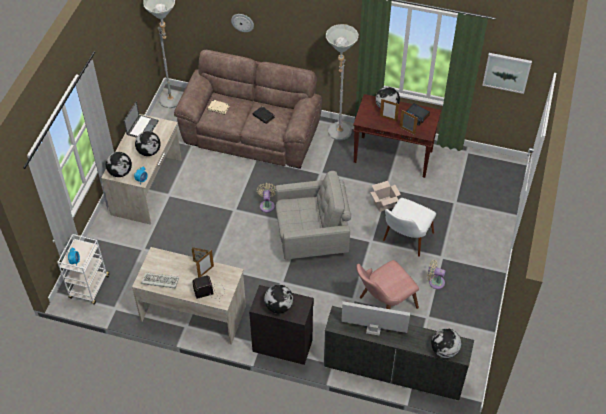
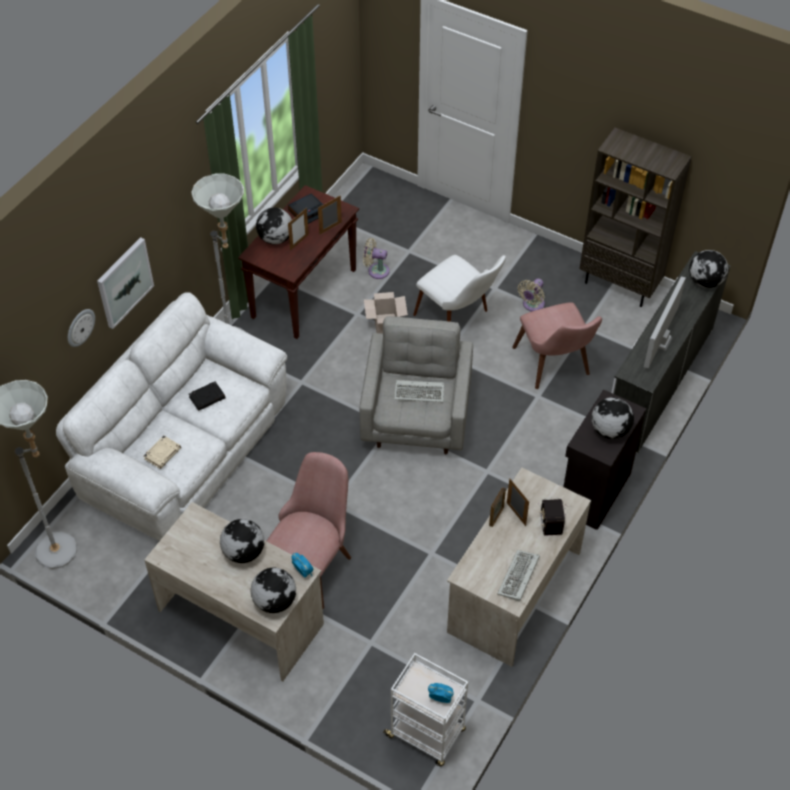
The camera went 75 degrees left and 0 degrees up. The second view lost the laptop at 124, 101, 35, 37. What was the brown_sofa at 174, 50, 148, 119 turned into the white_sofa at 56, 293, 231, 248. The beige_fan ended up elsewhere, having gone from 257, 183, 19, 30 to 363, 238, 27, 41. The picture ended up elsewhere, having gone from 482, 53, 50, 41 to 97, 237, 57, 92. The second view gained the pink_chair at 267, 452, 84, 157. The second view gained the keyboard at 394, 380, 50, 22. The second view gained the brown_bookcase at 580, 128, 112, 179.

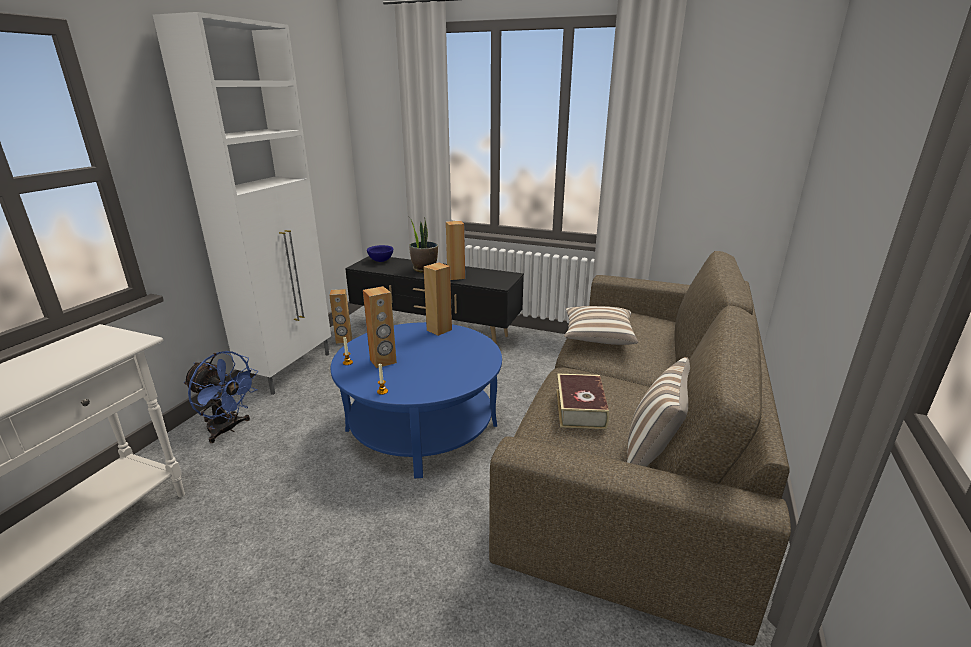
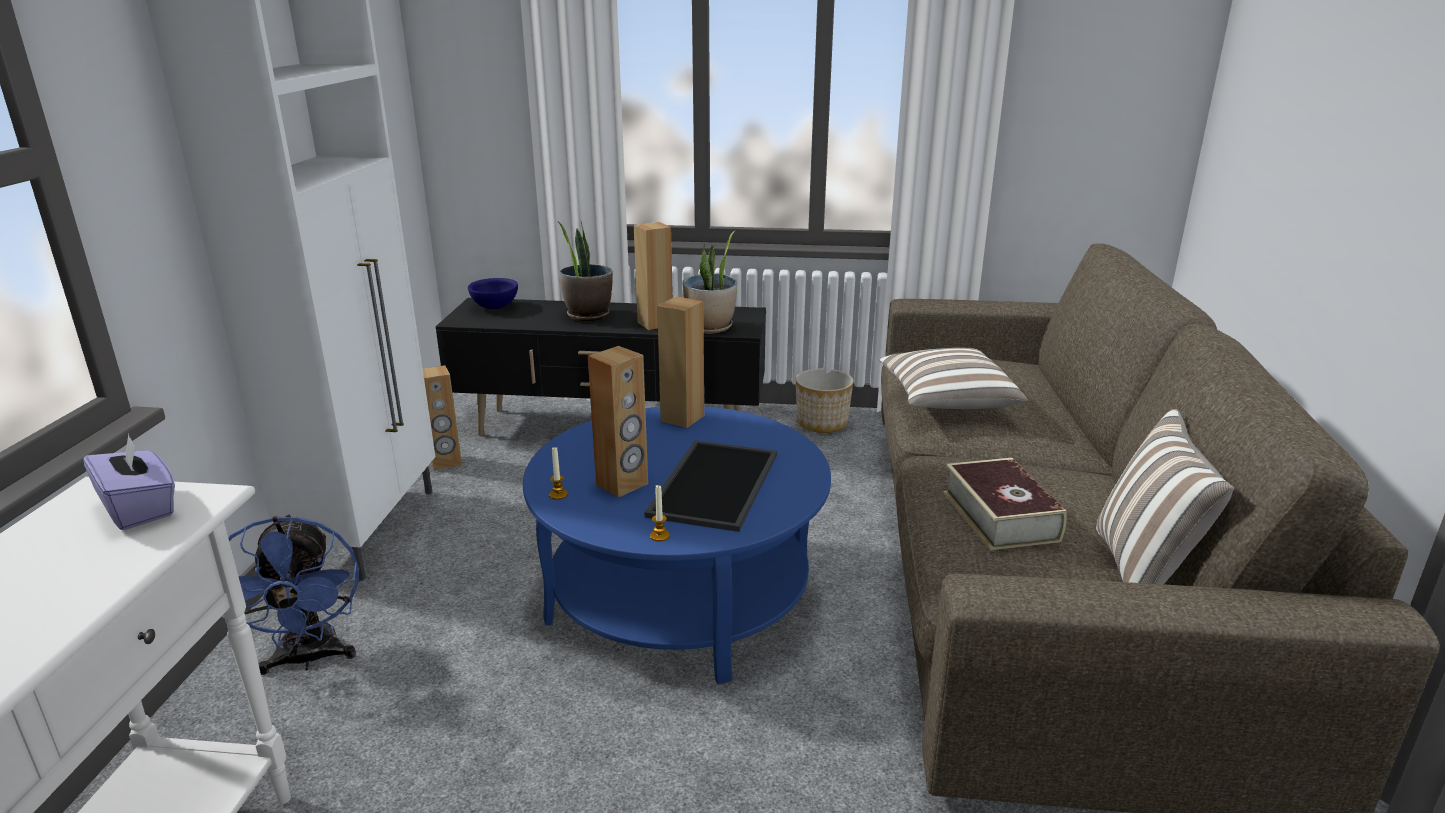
The camera went 15 degrees left and 0 degrees up. The blue_fan at 184, 351, 74, 92 ended up facing another way, 60 degrees clockwise from before. The second view gained the purple_tissue_box at 84, 434, 91, 96. The second view gained the tray at 644, 440, 133, 92. The second view gained the potted_plant at 683, 231, 54, 103. The second view gained the planter at 796, 368, 57, 65.

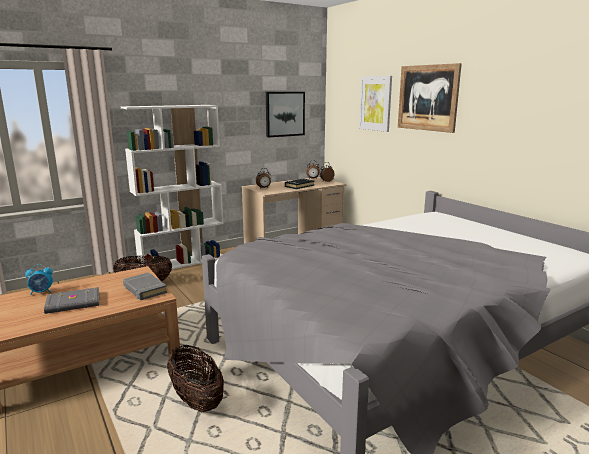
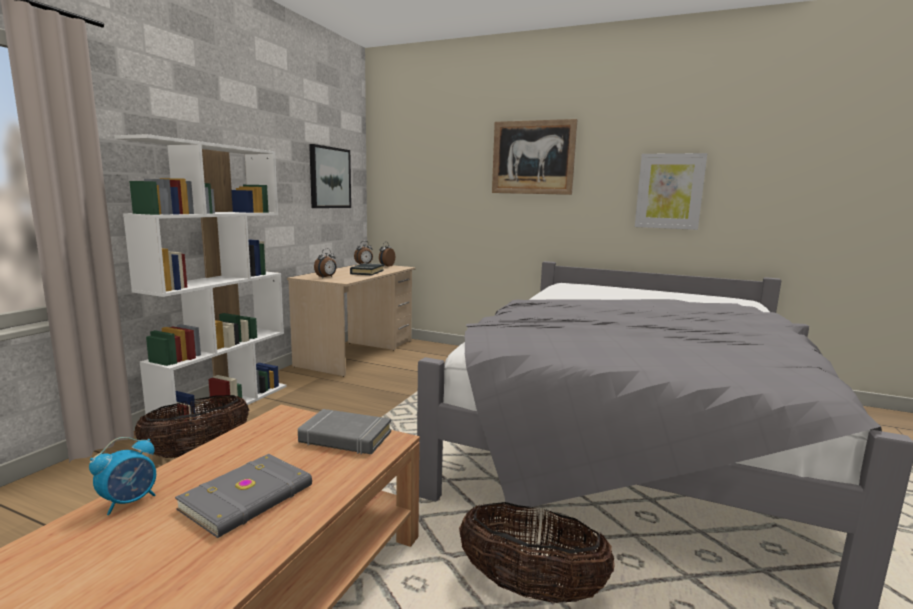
The camera went 35 degrees left and 5 degrees down. The picture ended up elsewhere, having gone from 359, 76, 33, 56 to 635, 153, 72, 77.

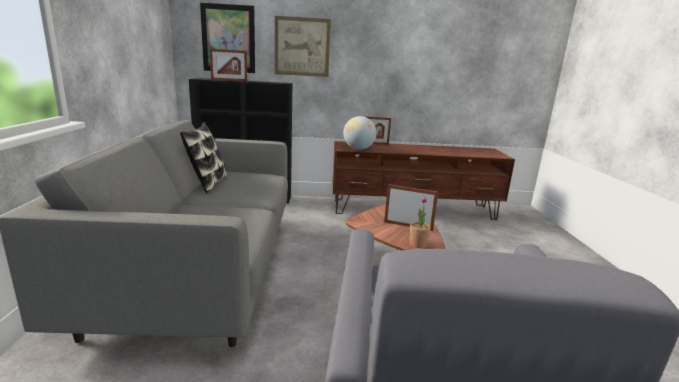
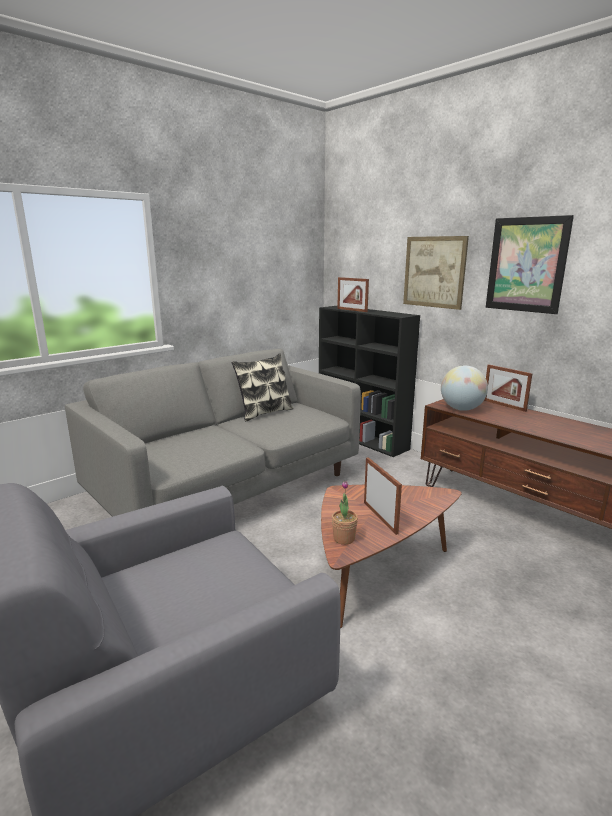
The camera went 50 degrees right and 0 degrees up. The picture ended up elsewhere, having gone from 200, 3, 55, 70 to 486, 215, 88, 99.

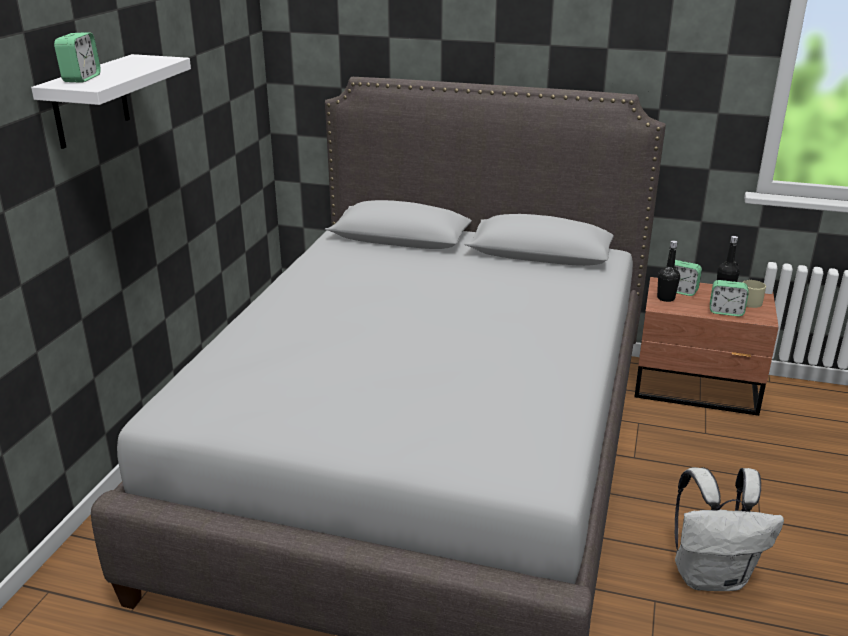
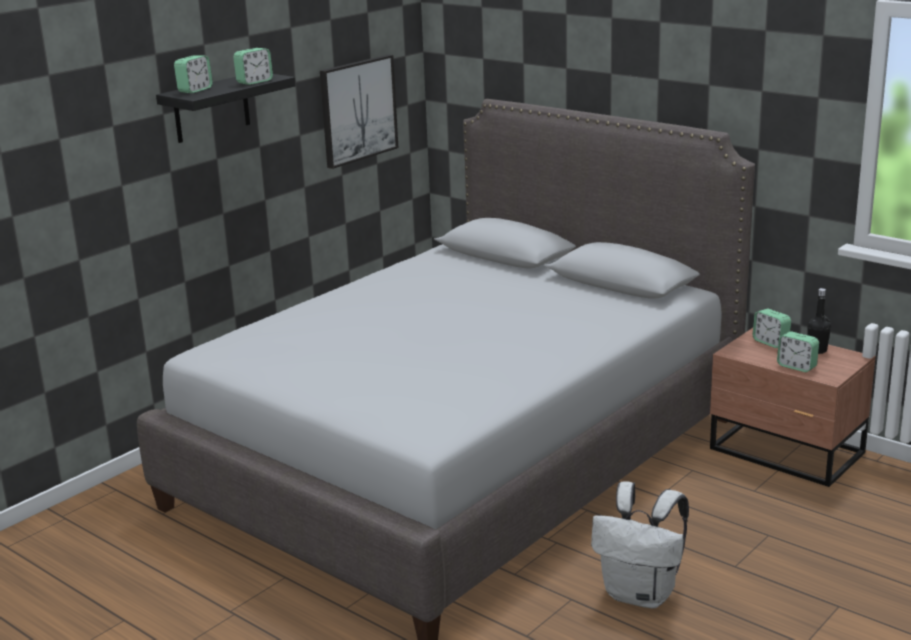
The camera went 25 degrees right and 5 degrees down. What was the white_shelf at 31, 54, 160, 95 turned into the black_shelf at 156, 74, 140, 69. The second view lost the black_bottle at 657, 241, 23, 61. The second view lost the beige_mug at 742, 280, 24, 28. The second view gained the alarm_clock at 233, 48, 40, 37. The second view gained the picture at 320, 55, 78, 114.

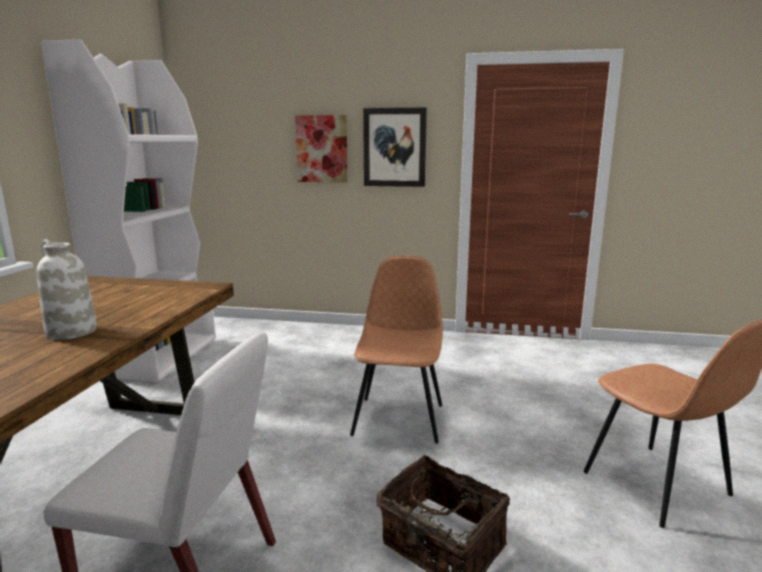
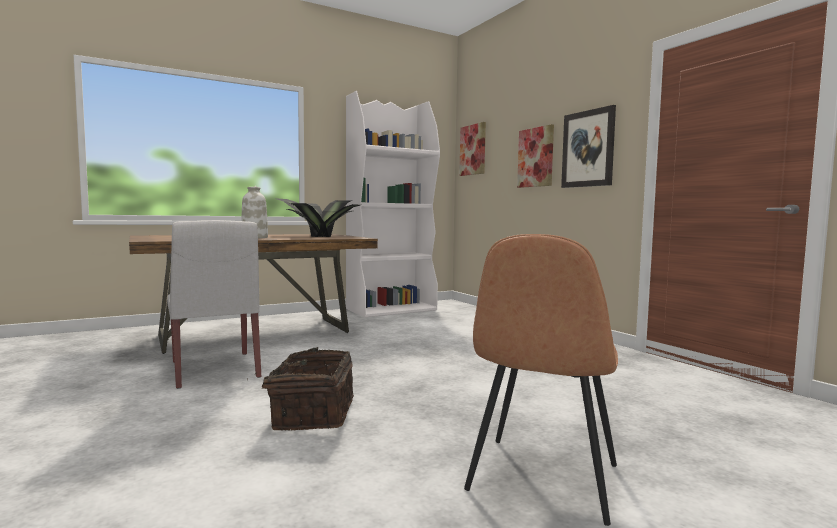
The camera went 50 degrees right and 10 degrees down. The second view lost the brown_chair at 350, 255, 93, 189. The second view gained the potted_plant at 274, 198, 86, 39. The second view gained the picture at 459, 122, 27, 54.

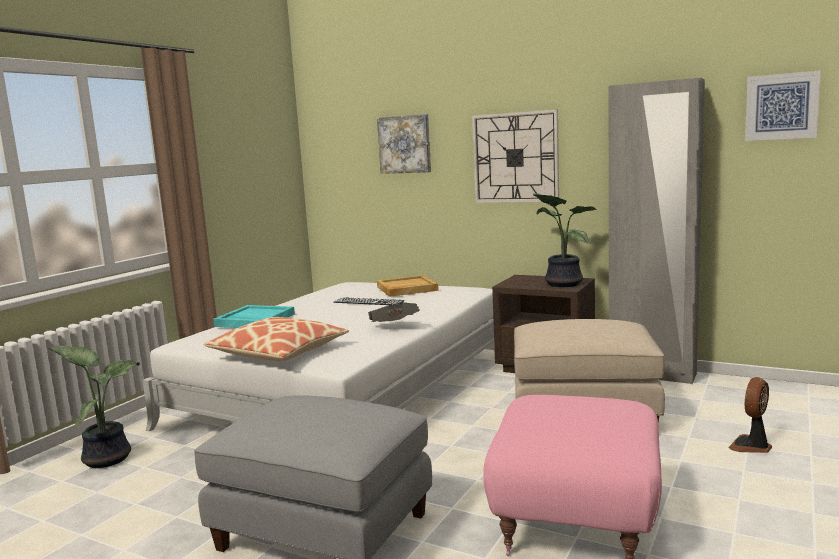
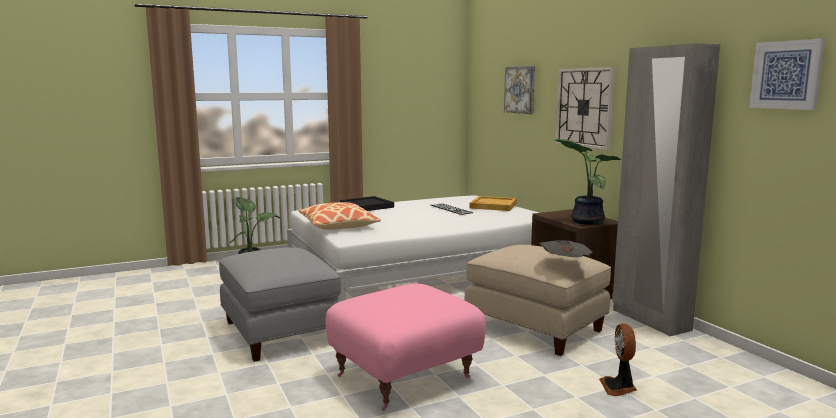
The camera went 35 degrees right and 0 degrees up. What was the turquoise_tray at 213, 305, 82, 23 turned into the black_tray at 340, 196, 54, 15. The newspaper ended up elsewhere, having gone from 368, 302, 52, 20 to 539, 240, 54, 17. The fan at 728, 377, 44, 76 ended up facing another way, 75 degrees counterclockwise from before.

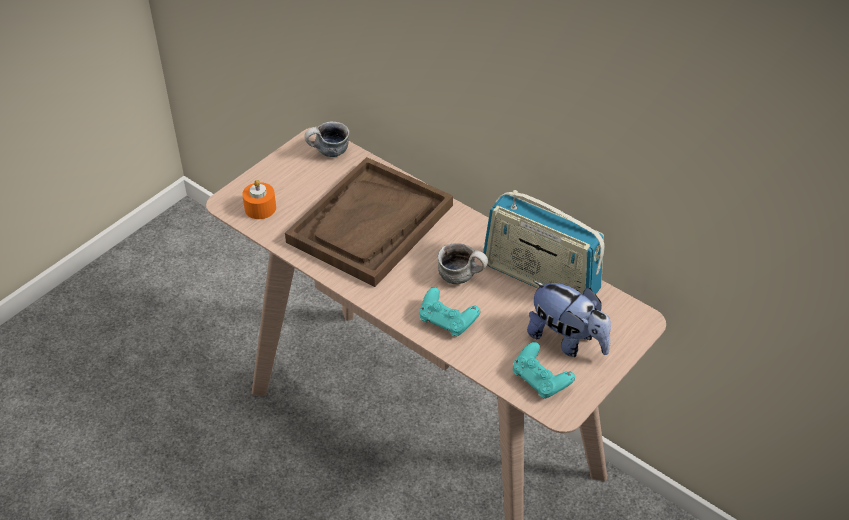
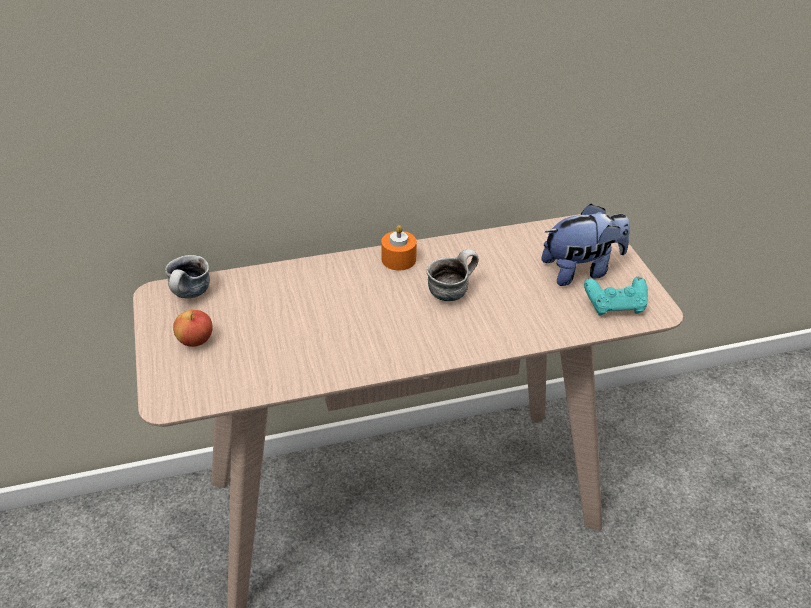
The camera went 55 degrees left and 5 degrees down. The orange_candle ended up elsewhere, having gone from 242, 180, 34, 39 to 381, 225, 36, 46. The second view lost the brown_tray at 285, 157, 168, 130. The second view lost the turquoise_game_controller at 420, 287, 60, 50. The second view lost the radio at 483, 190, 122, 105. The second view gained the apple at 173, 310, 40, 37.

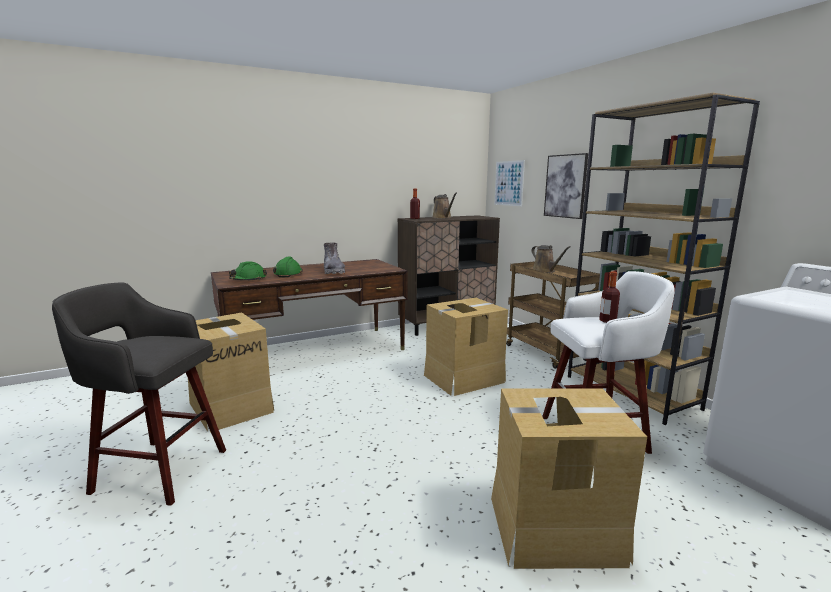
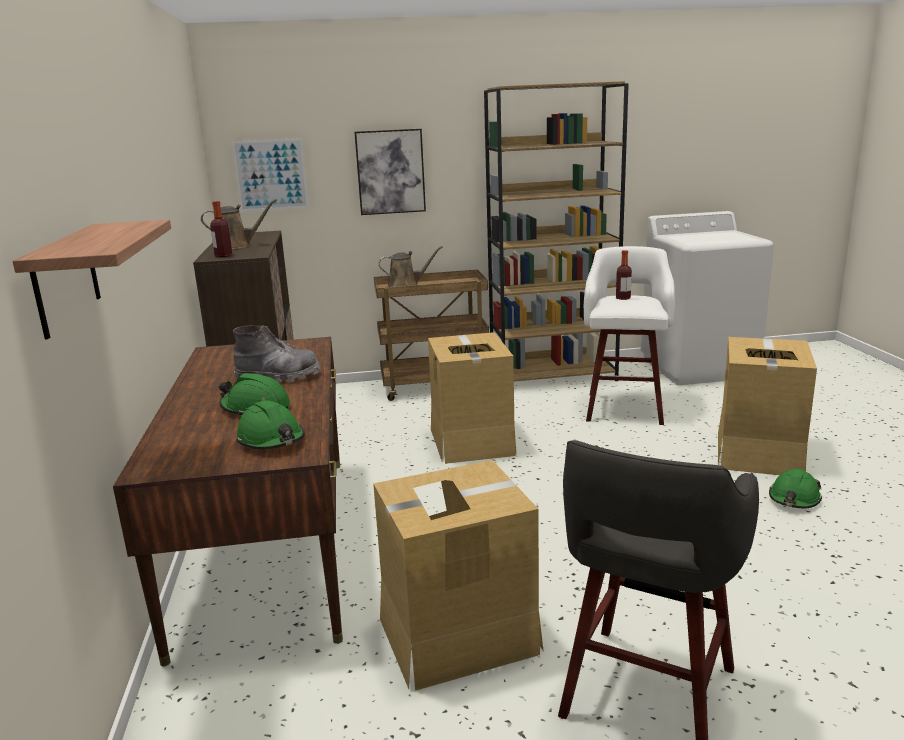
The camera went 70 degrees left and 5 degrees up. The second view gained the shelf at 13, 220, 158, 120. The second view gained the green_hard_hat at 769, 469, 53, 39.

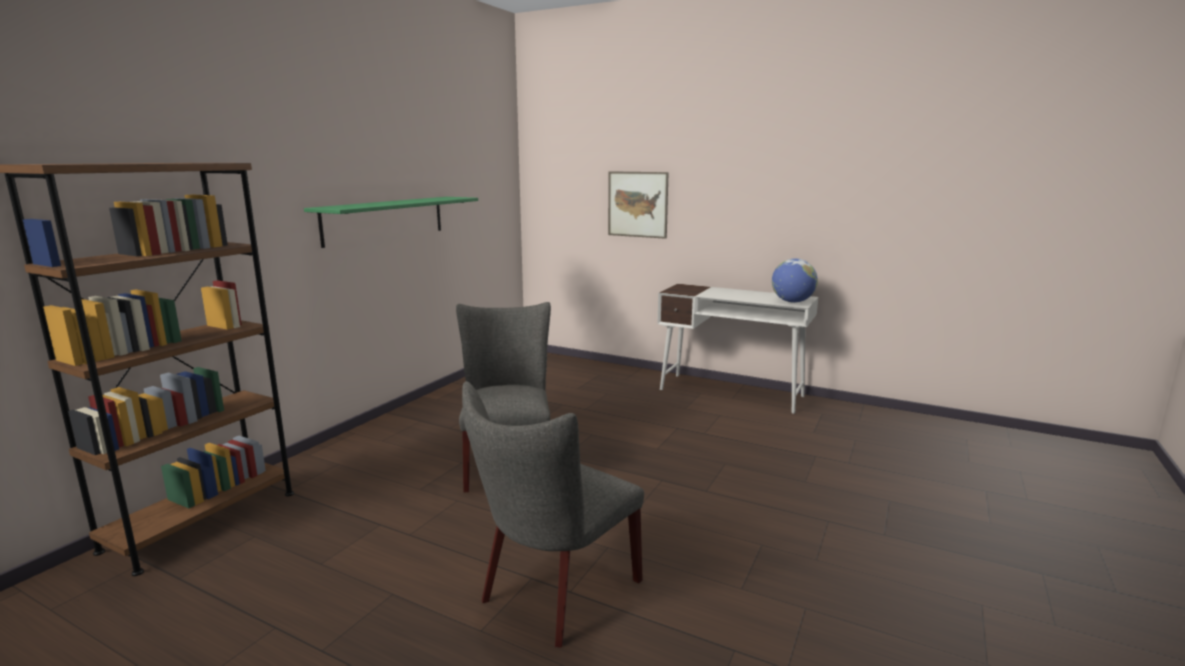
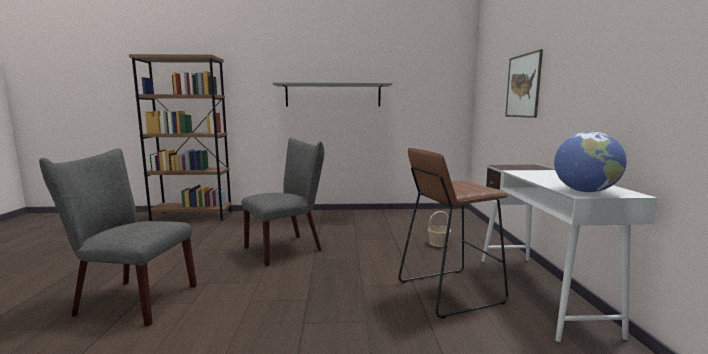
The camera went 60 degrees right and 5 degrees down. What was the green_shelf at 304, 197, 174, 51 turned into the grey_shelf at 272, 82, 120, 25. The second view gained the brown_stool at 398, 148, 110, 171. The second view gained the basket at 428, 211, 23, 36.

